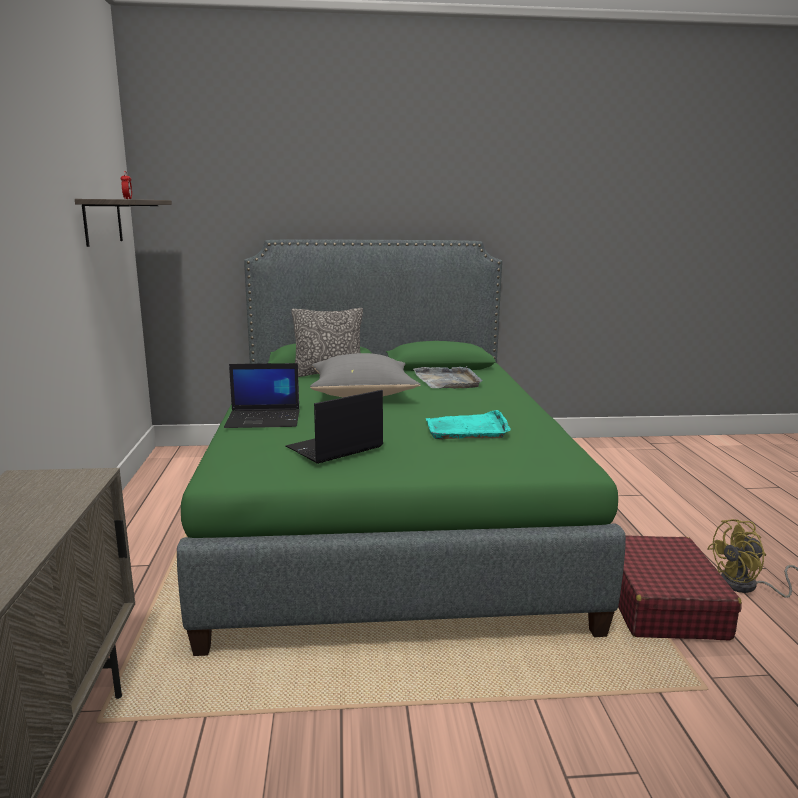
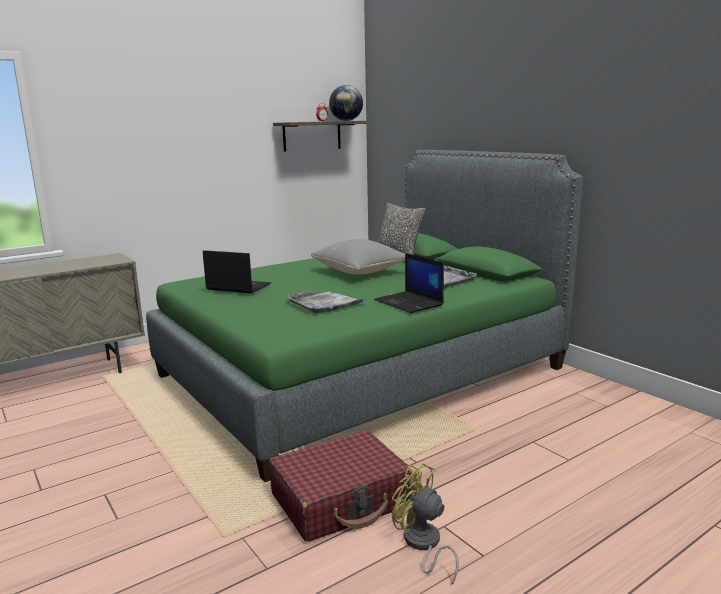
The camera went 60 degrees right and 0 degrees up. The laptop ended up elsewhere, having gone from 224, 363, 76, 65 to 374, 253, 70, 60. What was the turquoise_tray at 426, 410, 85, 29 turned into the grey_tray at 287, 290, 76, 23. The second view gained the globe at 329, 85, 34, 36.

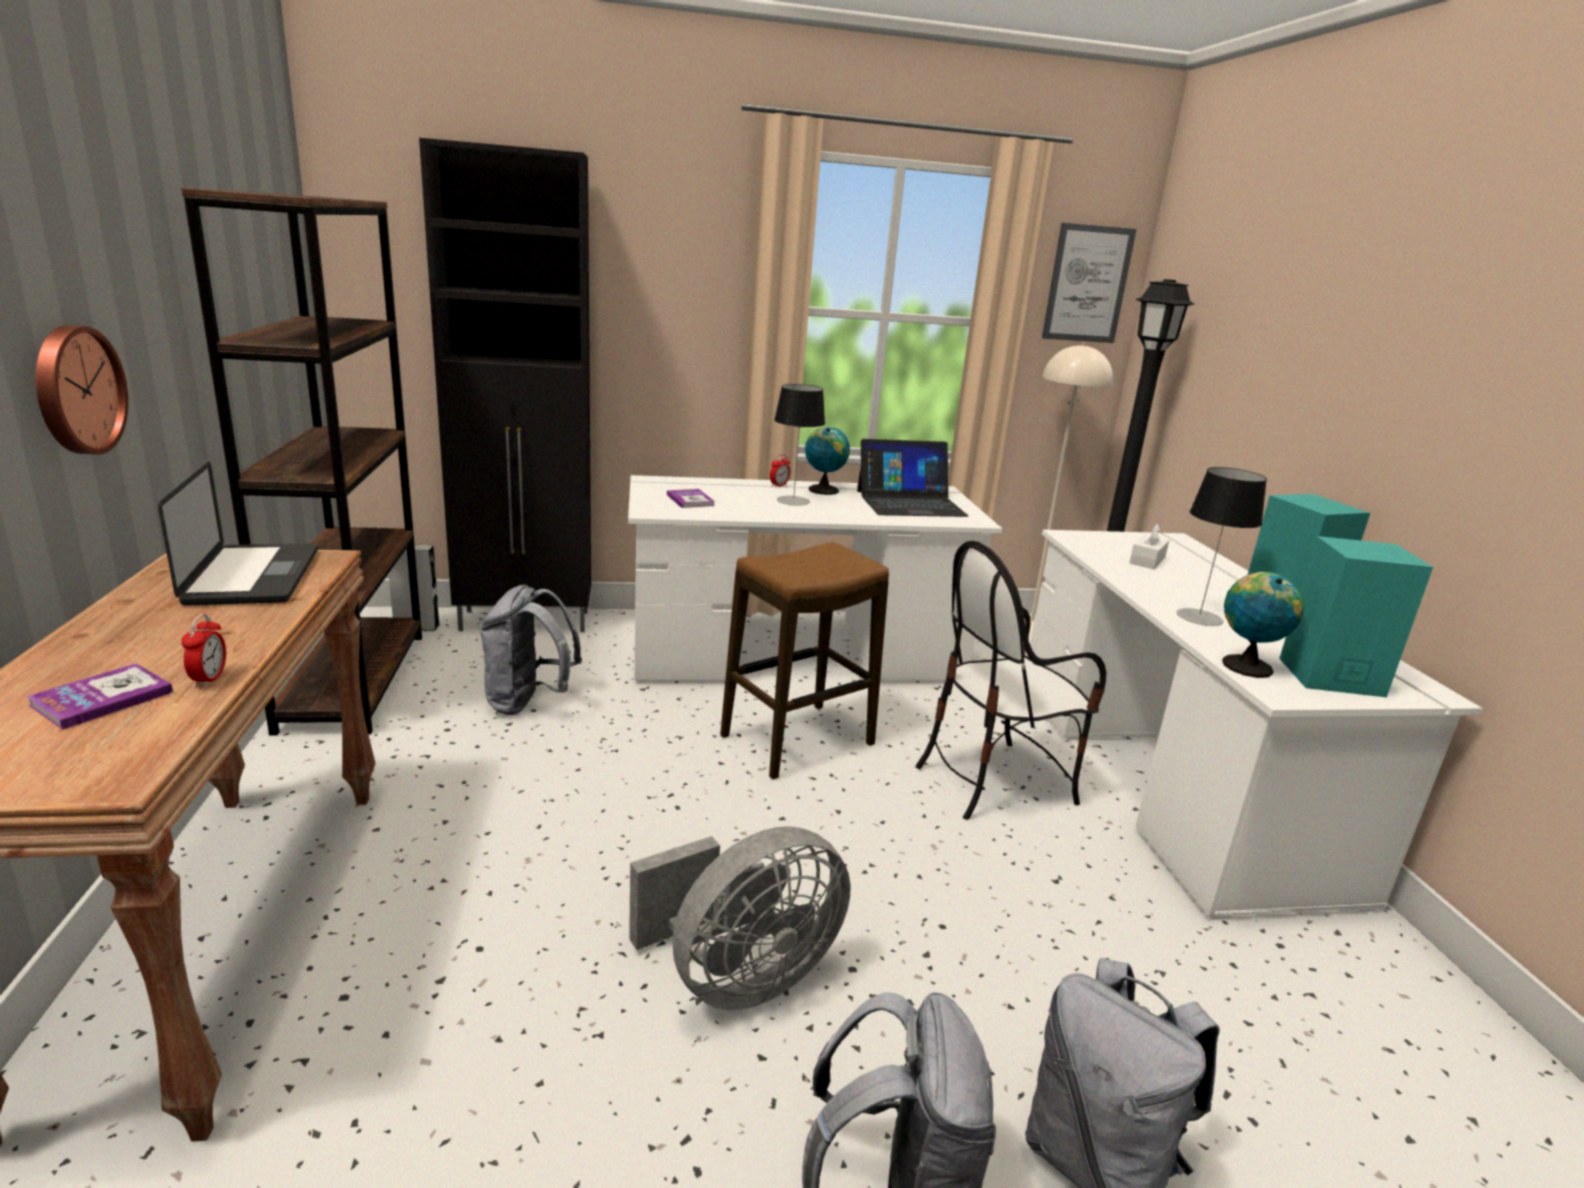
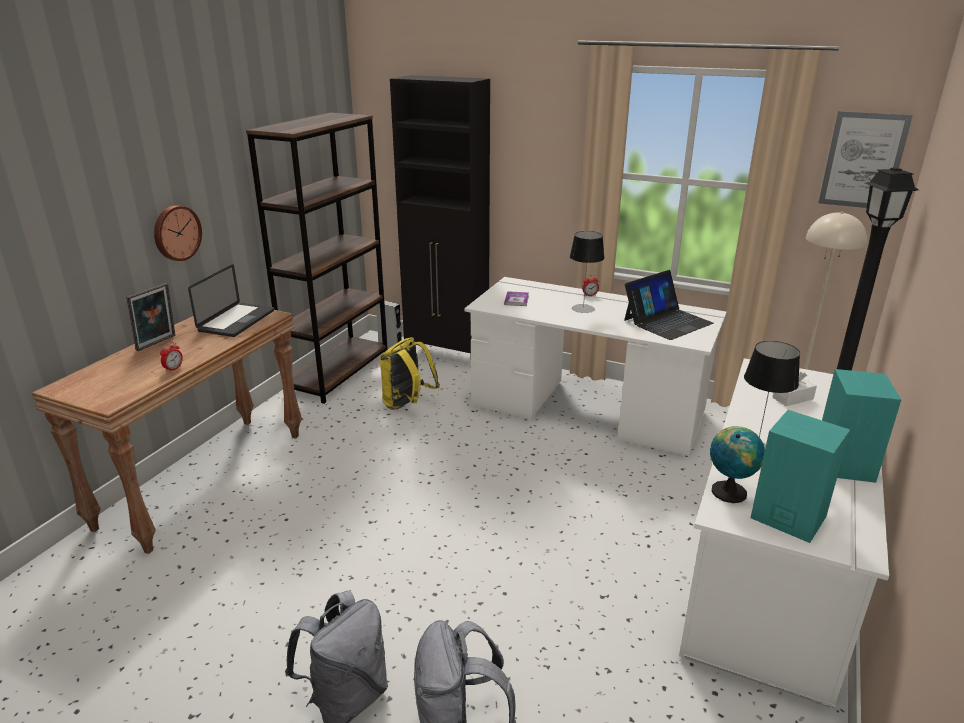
The camera went 35 degrees right and 5 degrees up. The second view lost the book at 26, 663, 147, 67. What was the grey_backpack at 479, 585, 103, 130 turned into the yellow_backpack at 380, 337, 60, 73. The second view lost the grey_fan at 629, 826, 222, 184. The second view lost the stool at 720, 542, 169, 237. The second view lost the globe at 805, 427, 45, 68. The laptop at 857, 439, 111, 78 ended up facing another way, 60 degrees counterclockwise from before. The second view lost the chair at 916, 541, 190, 279. The second view gained the picture_frame at 126, 283, 49, 68.

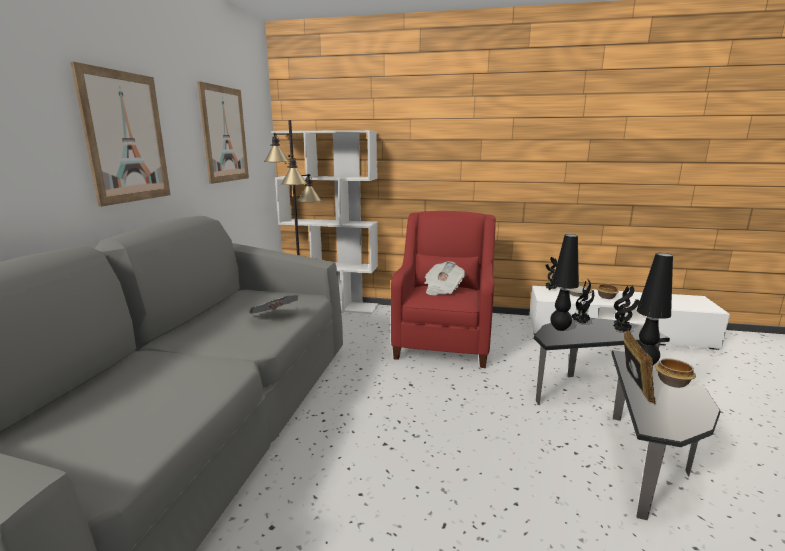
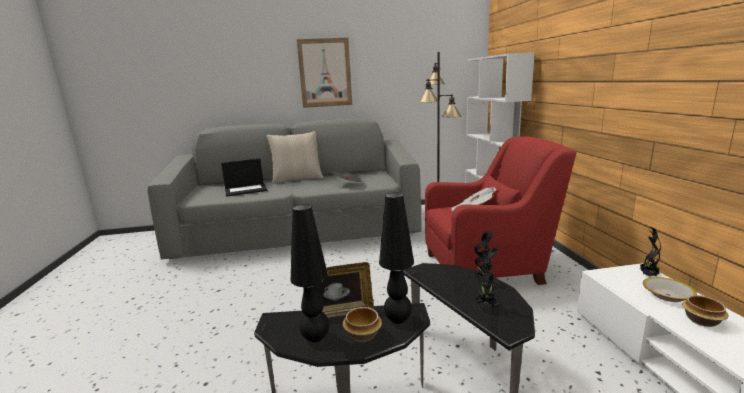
The camera went 70 degrees right and 0 degrees up. The second view lost the picture at 197, 81, 52, 103. The black_table_lamp ended up elsewhere, having gone from 550, 234, 29, 97 to 290, 204, 39, 139. The second view gained the laptop at 221, 158, 46, 39. The second view gained the beige_pillow at 266, 131, 57, 53.

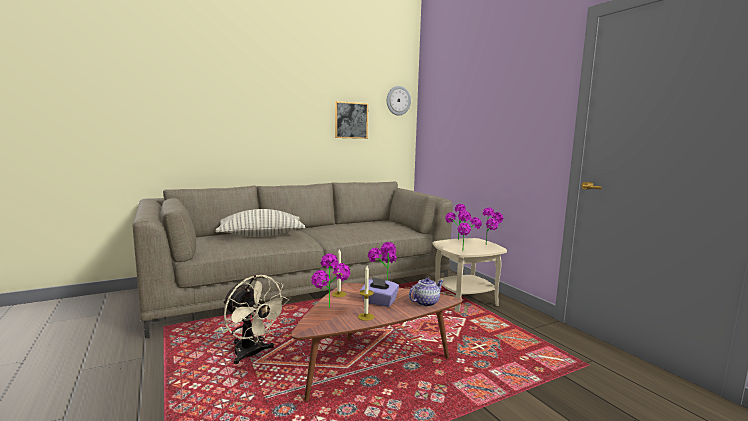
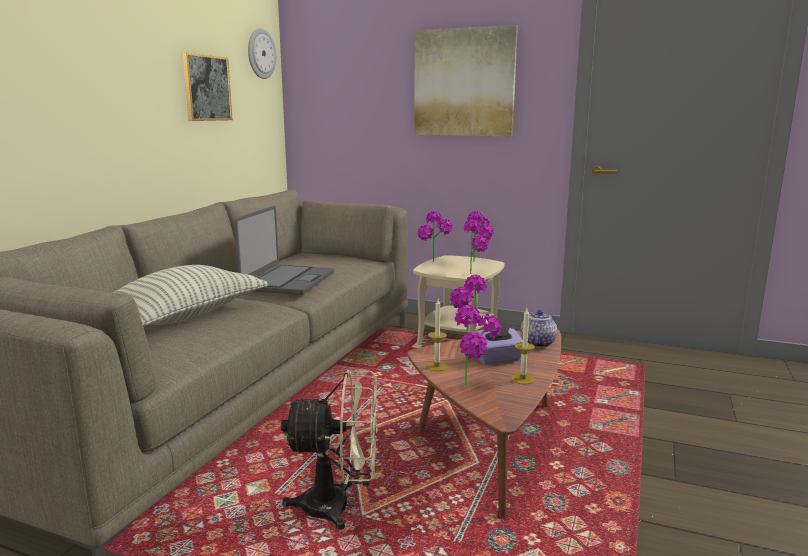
The camera went 40 degrees left and 5 degrees up. The second view gained the laptop at 234, 206, 100, 89. The second view gained the picture at 414, 25, 104, 111.

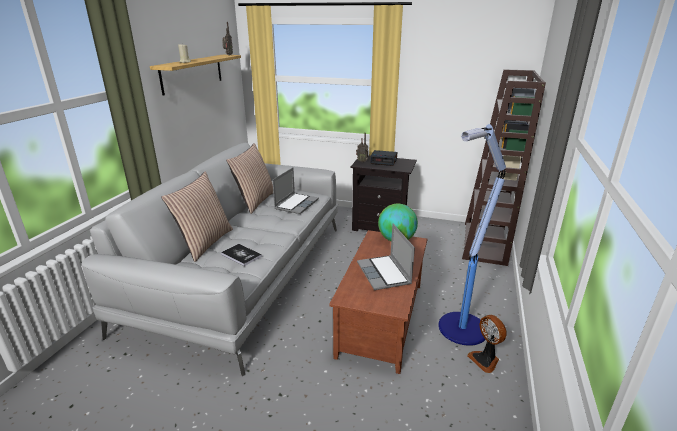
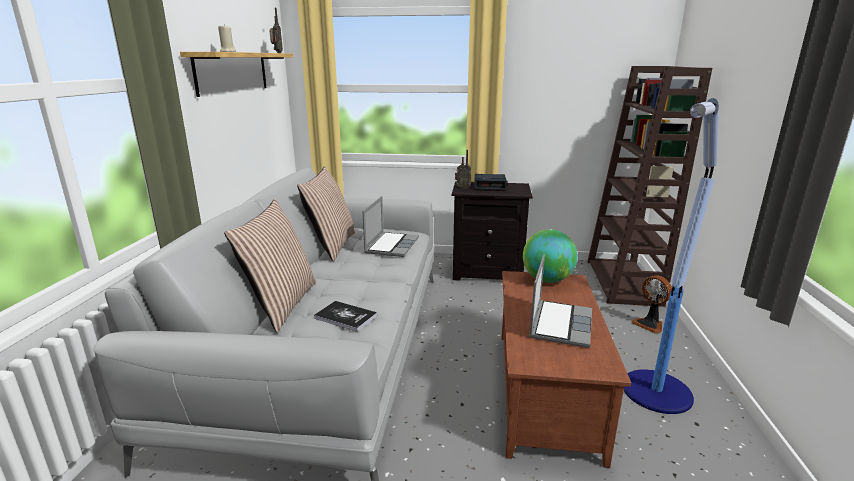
The camera went 10 degrees left and 5 degrees down. The laptop at 357, 223, 58, 67 ended up facing another way, 135 degrees counterclockwise from before. The fan ended up elsewhere, having gone from 467, 315, 40, 58 to 631, 275, 41, 59.

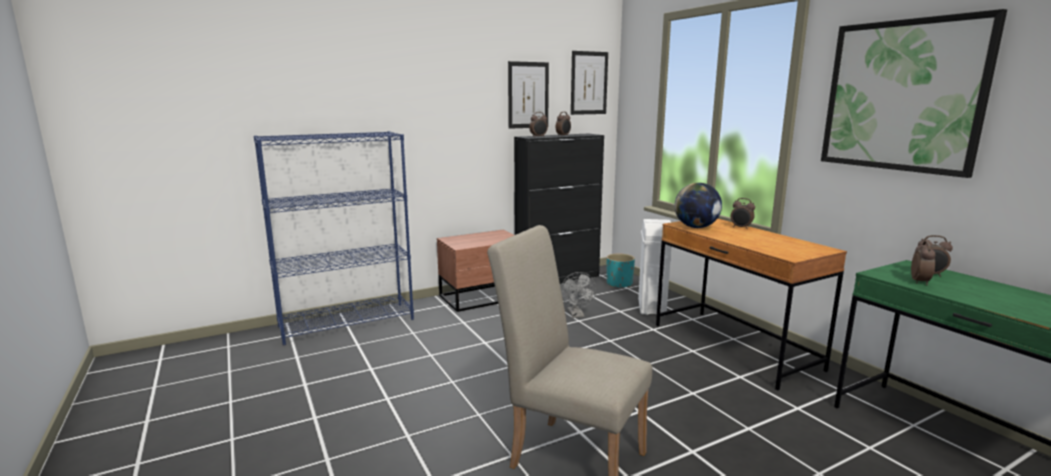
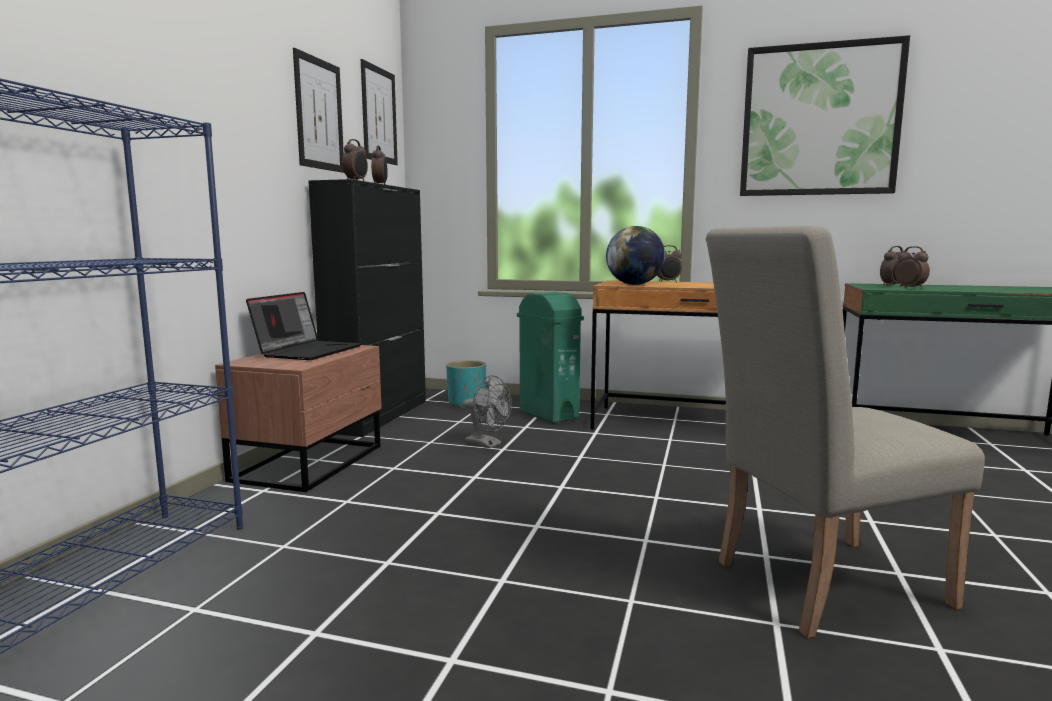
The camera went 45 degrees left and 5 degrees down. What was the white_trash_can at 638, 219, 33, 95 turned into the green_trash_can at 517, 292, 67, 131. The second view gained the laptop at 246, 292, 115, 68.

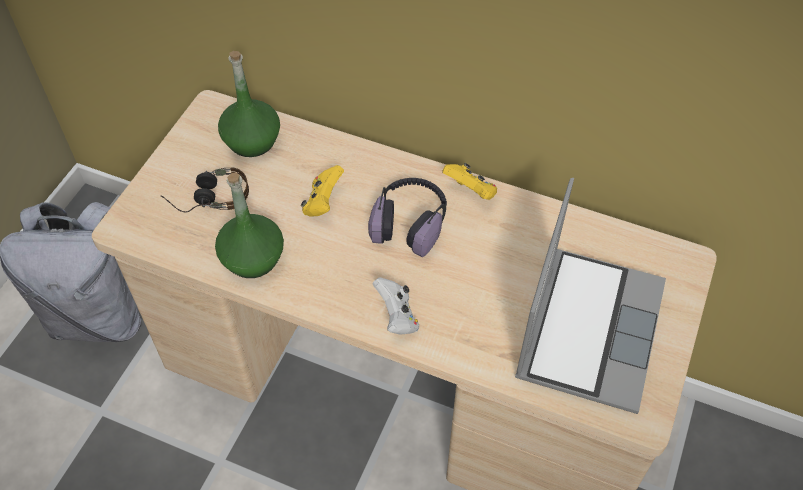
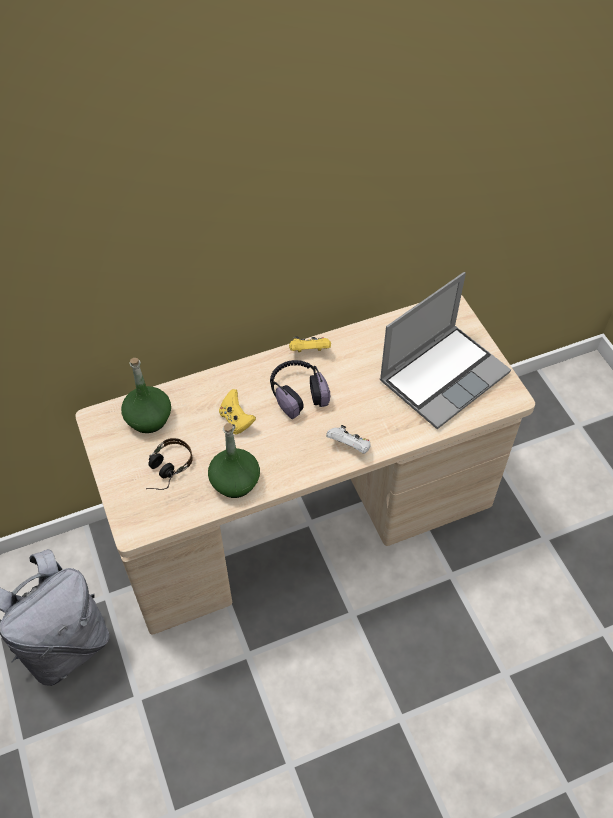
The camera went 45 degrees left and 0 degrees up. The laptop at 515, 178, 151, 236 ended up facing another way, 75 degrees clockwise from before.

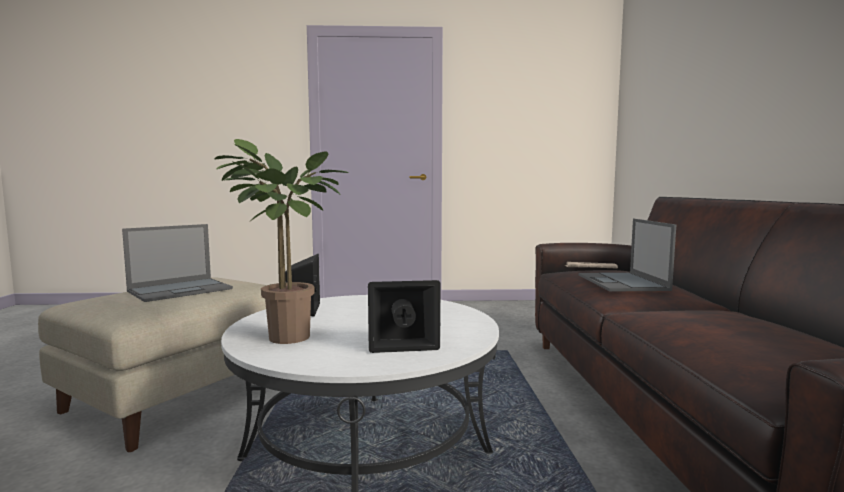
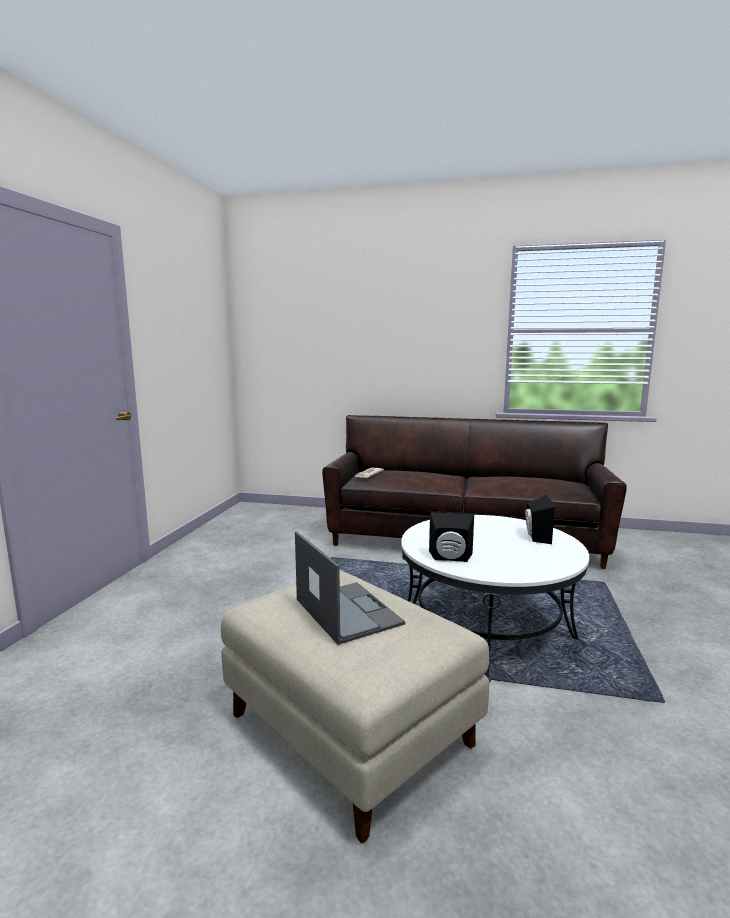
The camera went 75 degrees left and 5 degrees up. The second view lost the potted_plant at 215, 139, 134, 205. The second view lost the laptop at 578, 219, 98, 73.

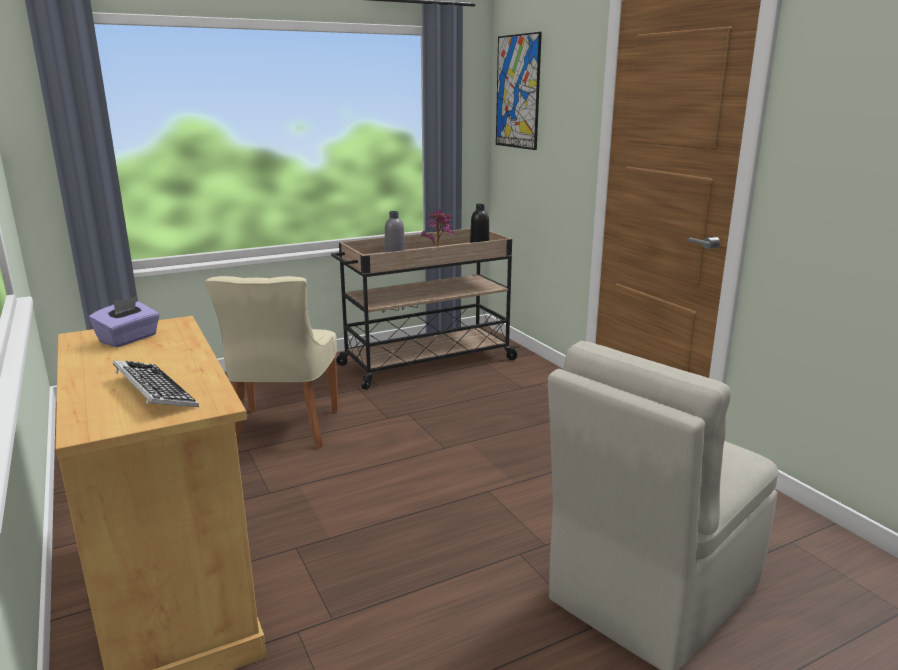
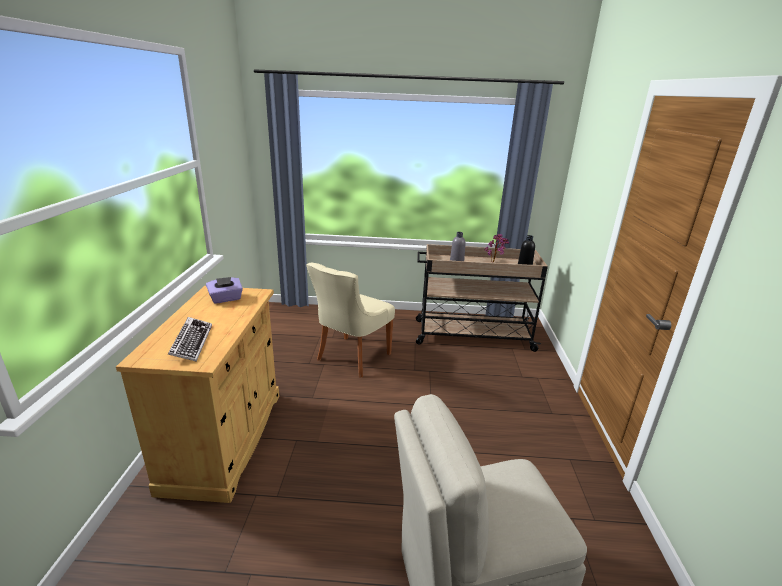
The camera went 30 degrees right and 5 degrees up. The second view lost the picture at 496, 32, 46, 118.

